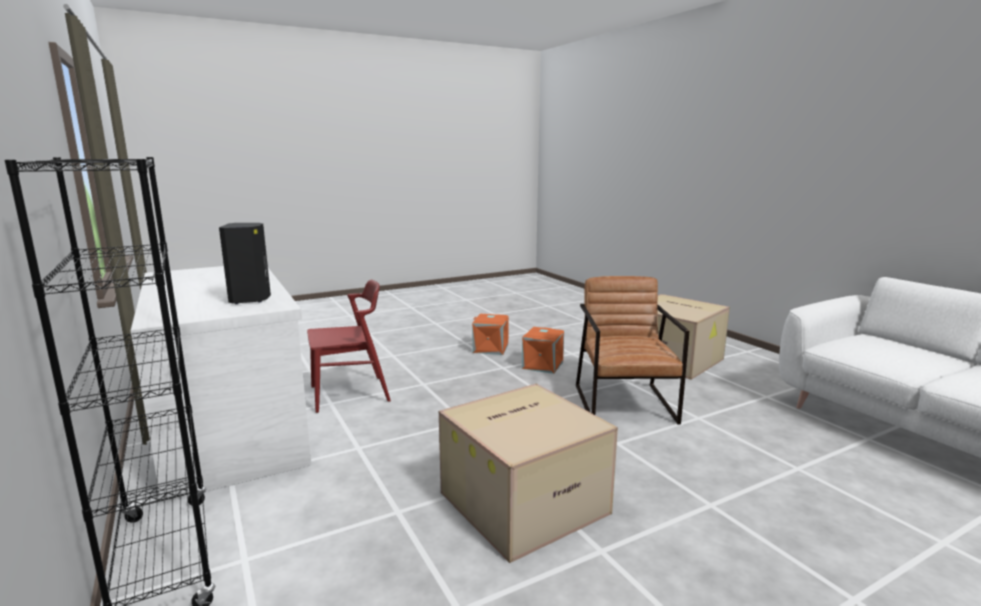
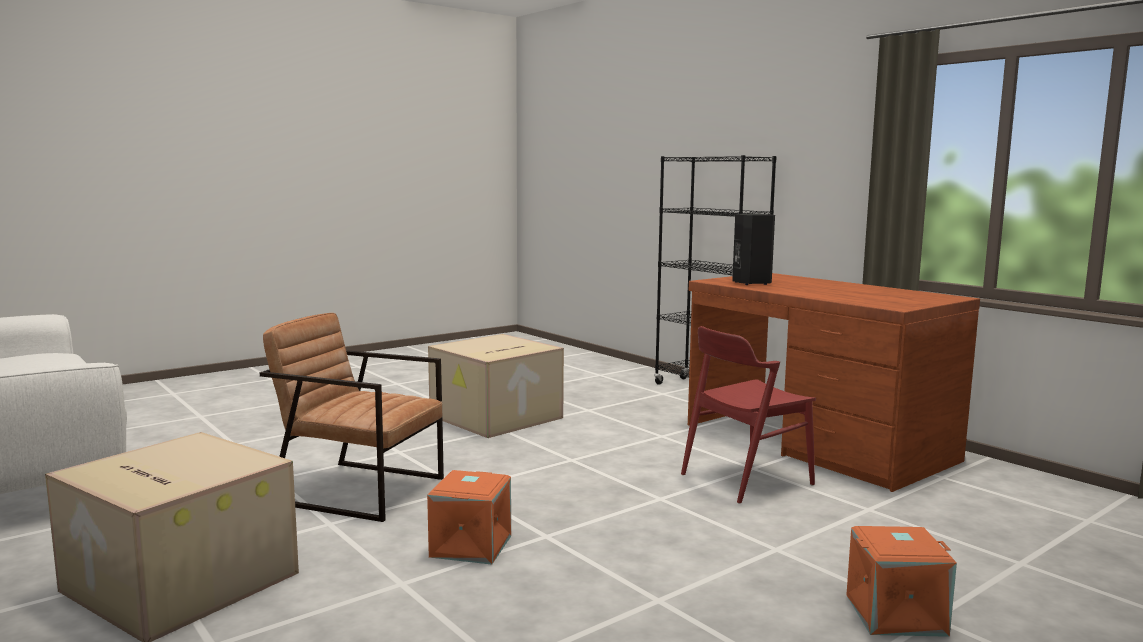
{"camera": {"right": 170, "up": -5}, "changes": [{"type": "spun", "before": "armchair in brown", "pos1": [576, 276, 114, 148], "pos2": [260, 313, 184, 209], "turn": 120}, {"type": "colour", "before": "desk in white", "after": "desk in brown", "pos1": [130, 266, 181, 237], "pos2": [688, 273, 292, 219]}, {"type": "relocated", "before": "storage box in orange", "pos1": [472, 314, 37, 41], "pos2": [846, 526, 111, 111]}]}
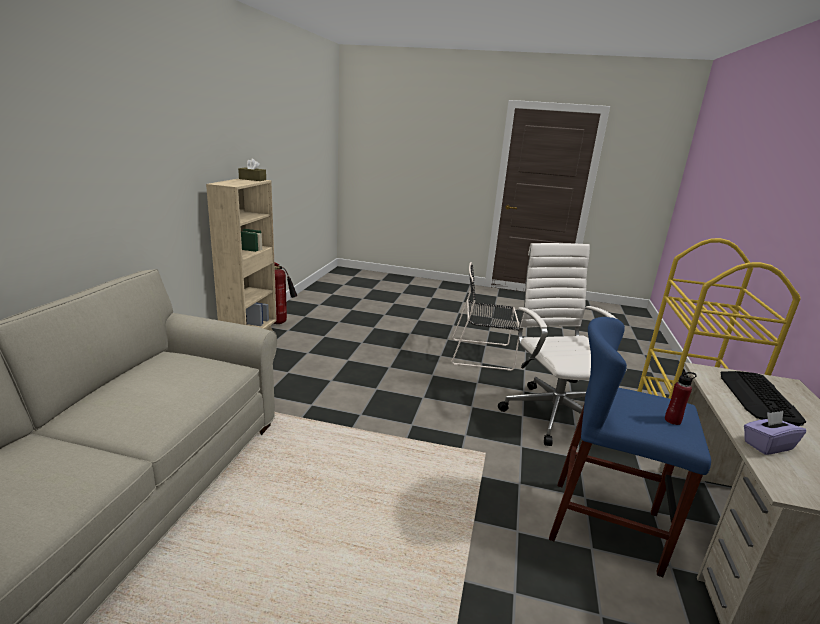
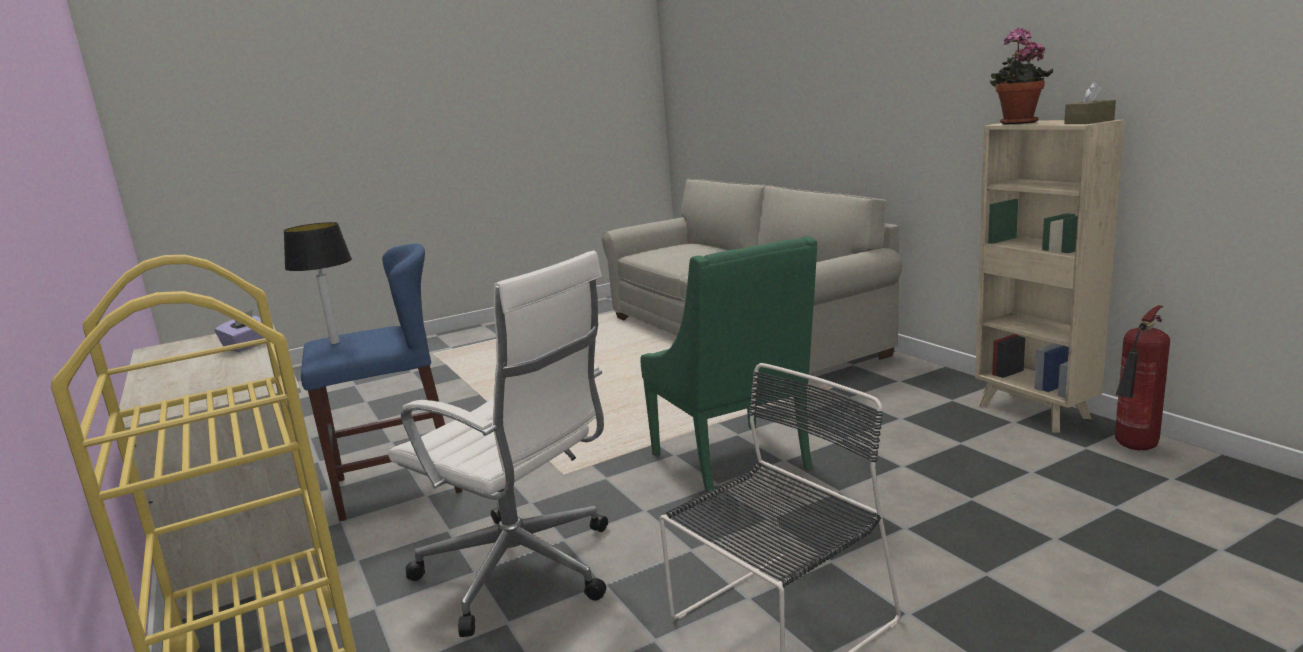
{"camera": {"right": 140, "up": -5}, "changes": [{"type": "exchanged", "before": "bottle in red", "after": "table lamp", "pos1": [665, 369, 32, 56], "pos2": [283, 222, 69, 122]}, {"type": "appeared", "after": "armchair in green", "pos2": [641, 236, 176, 264]}, {"type": "appeared", "after": "potted plant", "pos2": [990, 27, 63, 98]}, {"type": "missing", "before": "keyboard", "pos1": [721, 371, 85, 55]}]}
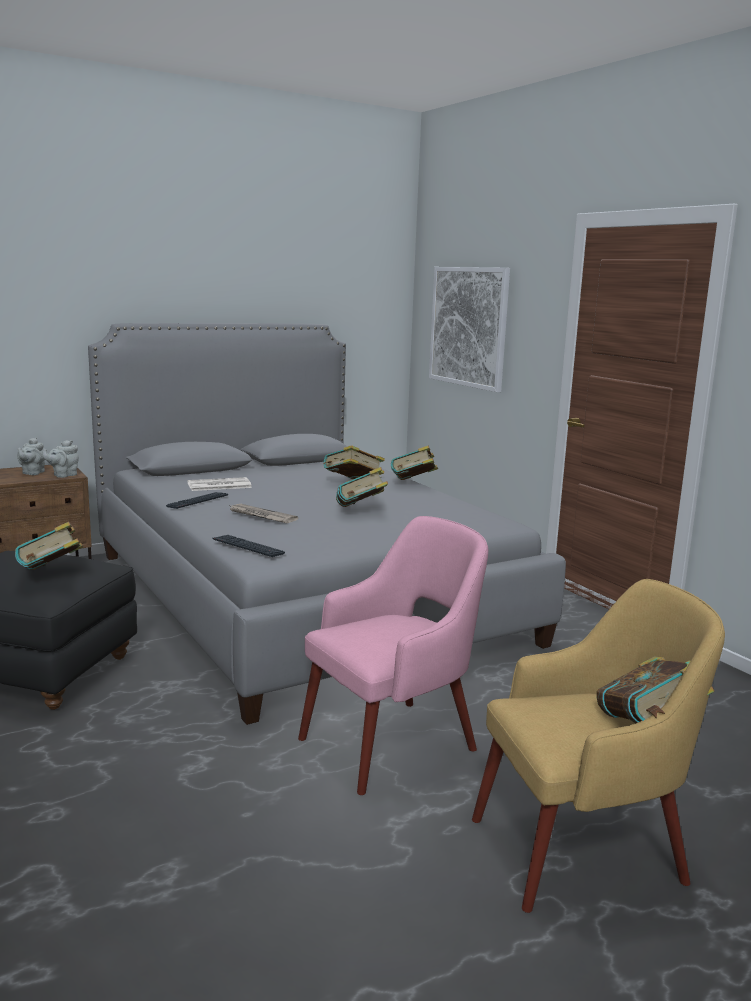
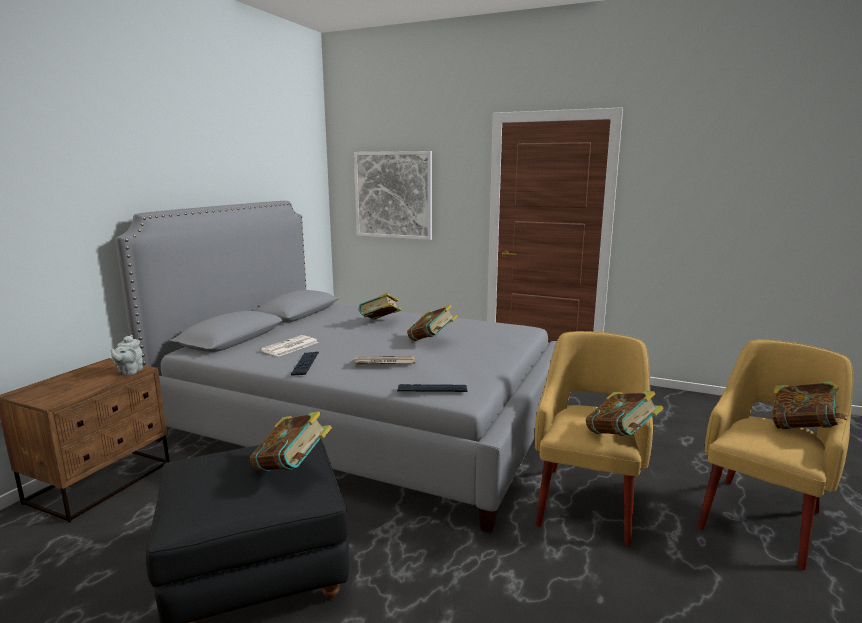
{"camera": {"right": -35, "up": 0}, "changes": [{"type": "colour", "before": "armchair in pink", "after": "armchair in yellow", "pos1": [298, 516, 190, 279], "pos2": [535, 331, 118, 215]}, {"type": "relocated", "before": "book", "pos1": [391, 446, 47, 34], "pos2": [586, 391, 78, 45]}, {"type": "missing", "before": "teapot in grey", "pos1": [17, 437, 28, 38]}]}
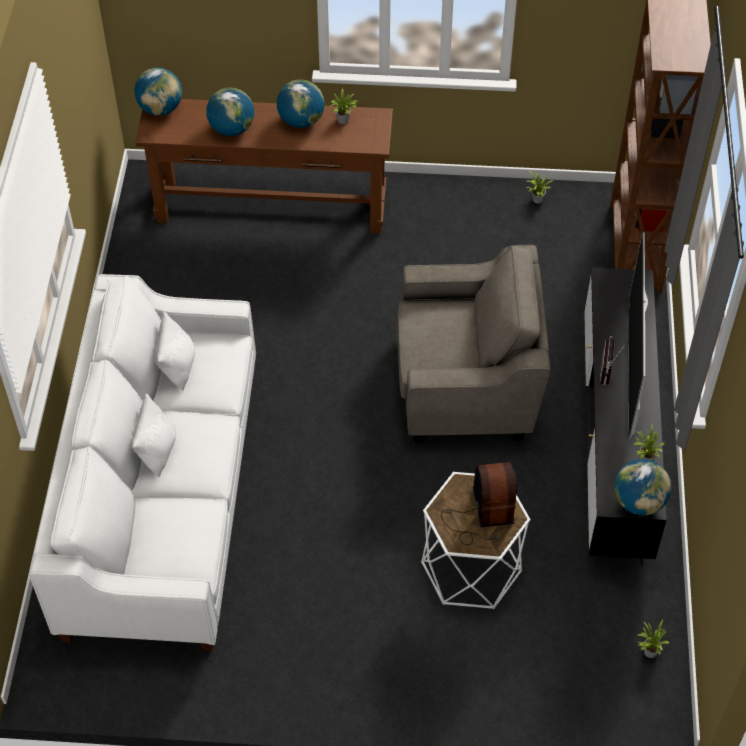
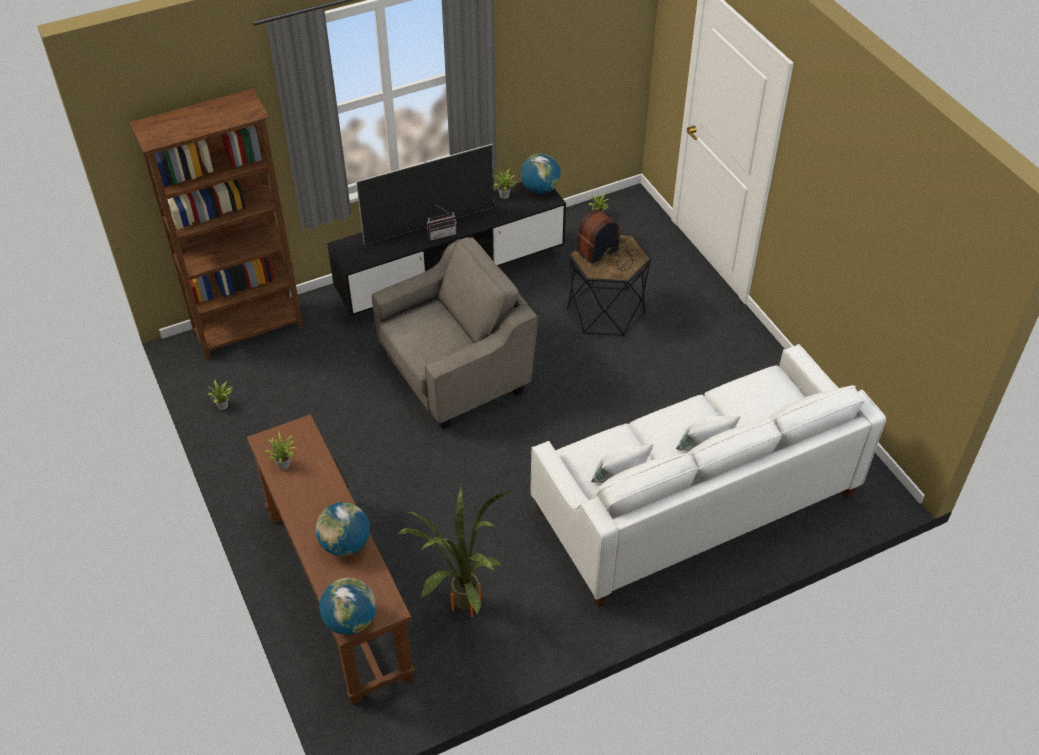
{"camera": {"right": -120, "up": -5}, "changes": [{"type": "spun", "before": "armchair in grey", "pos1": [397, 245, 153, 197], "pos2": [372, 237, 166, 193], "turn": 90}, {"type": "appeared", "after": "potted plant", "pos2": [398, 486, 114, 132]}, {"type": "colour", "before": "side table in white", "after": "side table in black", "pos1": [421, 472, 110, 137], "pos2": [567, 234, 85, 103]}, {"type": "missing", "before": "globe", "pos1": [277, 80, 47, 48]}]}
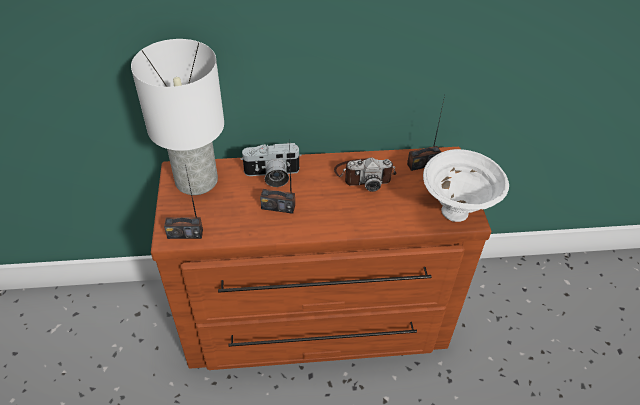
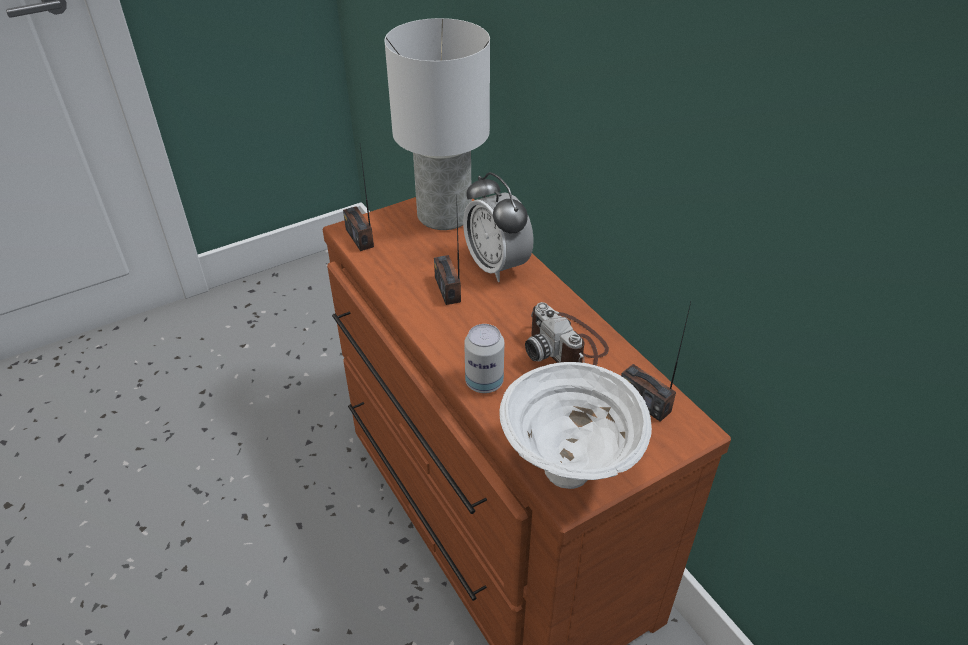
{"camera": {"right": 65, "up": -5}, "changes": [{"type": "exchanged", "before": "photo camera", "after": "alarm clock", "pos1": [241, 143, 60, 44], "pos2": [463, 172, 71, 110]}, {"type": "appeared", "after": "can", "pos2": [464, 324, 40, 69]}]}
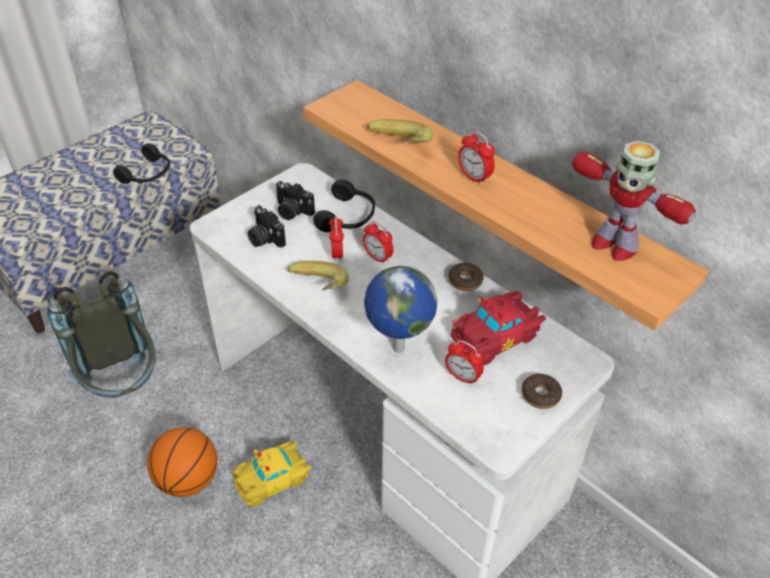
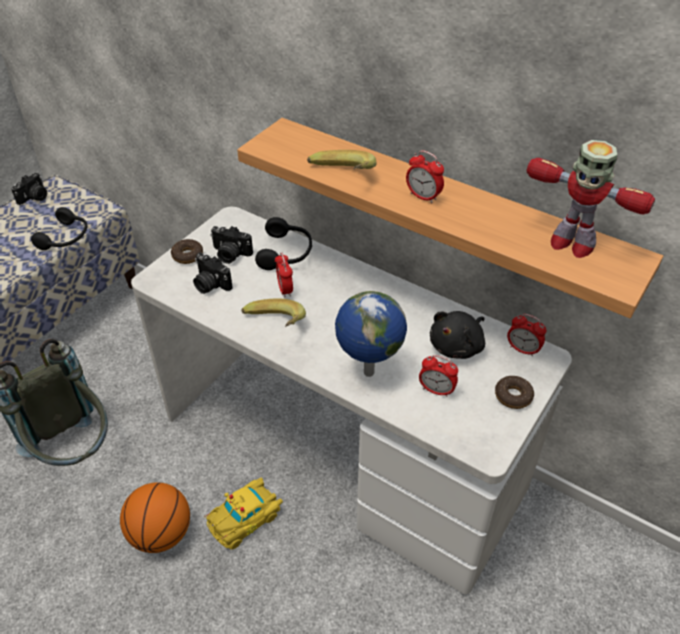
{"camera": {"right": -10, "up": 0}, "changes": [{"type": "appeared", "after": "photo camera", "pos2": [11, 173, 36, 32]}, {"type": "relocated", "before": "donut", "pos1": [449, 263, 35, 28], "pos2": [171, 239, 32, 25]}, {"type": "exchanged", "before": "toy car in red", "after": "plush toy in black", "pos1": [451, 291, 95, 74], "pos2": [430, 311, 55, 48]}, {"type": "relocated", "before": "alarm clock", "pos1": [363, 221, 30, 44], "pos2": [507, 314, 39, 43]}]}
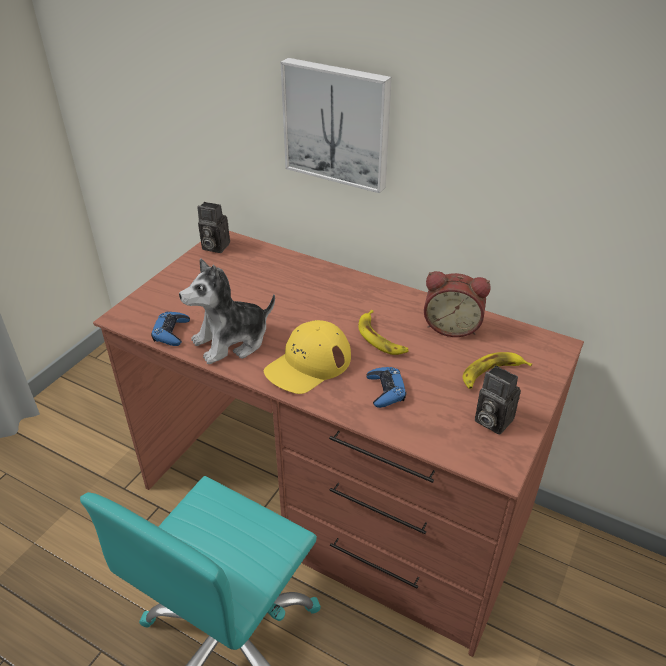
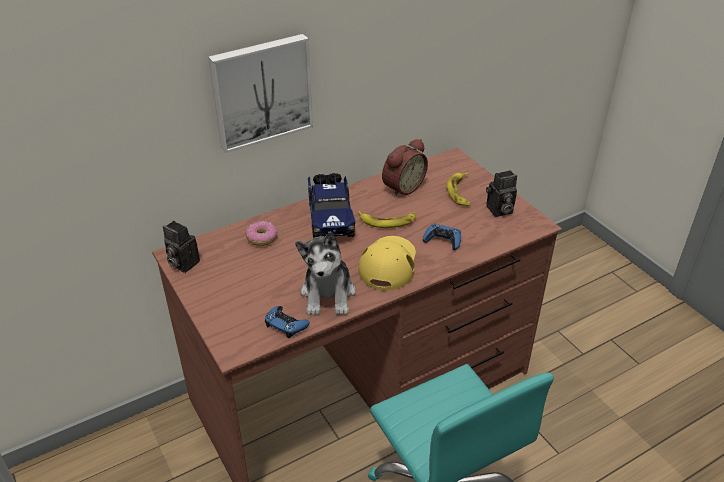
{"camera": {"right": -60, "up": 0}, "changes": [{"type": "spun", "before": "photo camera", "pos1": [197, 202, 33, 51], "pos2": [163, 221, 37, 52], "turn": 75}, {"type": "appeared", "after": "donut", "pos2": [245, 221, 33, 25]}, {"type": "appeared", "after": "toy truck", "pos2": [308, 173, 47, 65]}, {"type": "spun", "before": "cap in yellow", "pos1": [264, 320, 87, 74], "pos2": [359, 236, 57, 54], "turn": -150}]}
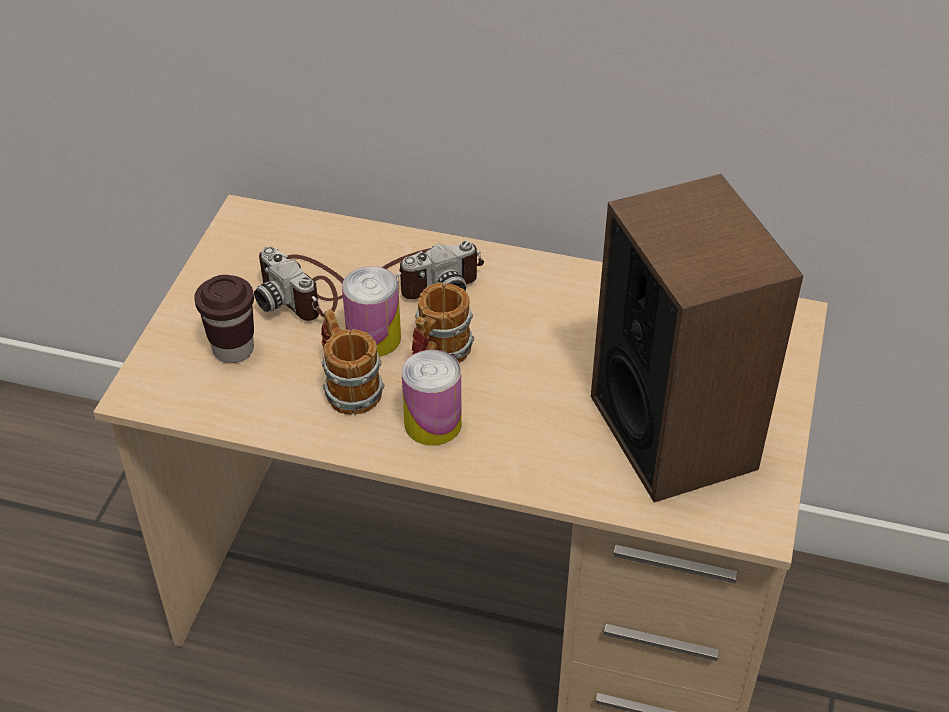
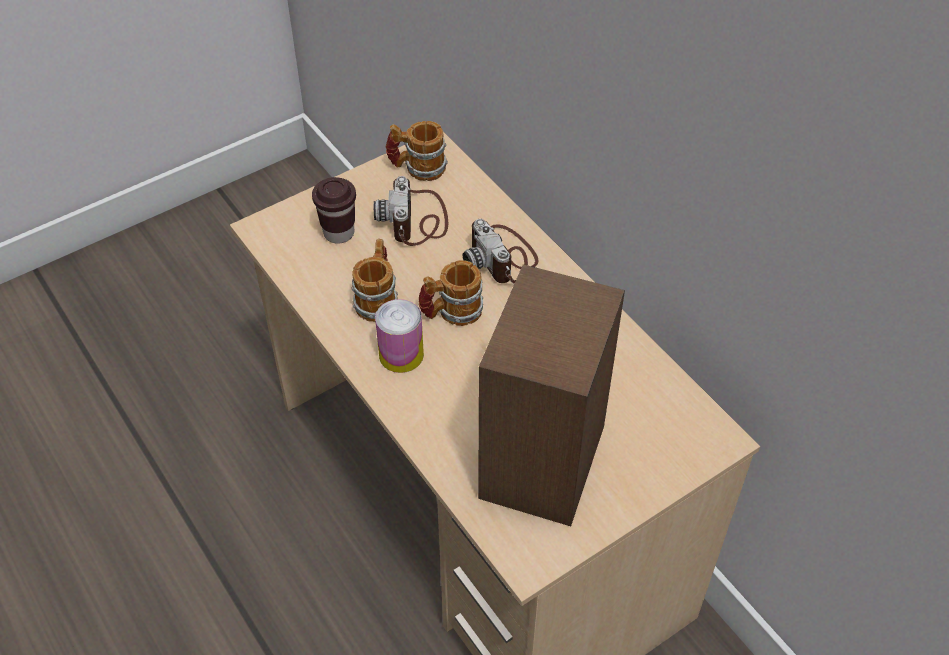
{"camera": {"right": 40, "up": 5}, "changes": [{"type": "appeared", "after": "mug", "pos2": [386, 121, 62, 60]}, {"type": "spun", "before": "photo camera", "pos1": [382, 241, 102, 58], "pos2": [463, 219, 76, 64], "turn": 45}, {"type": "missing", "before": "can", "pos1": [342, 266, 59, 91]}]}
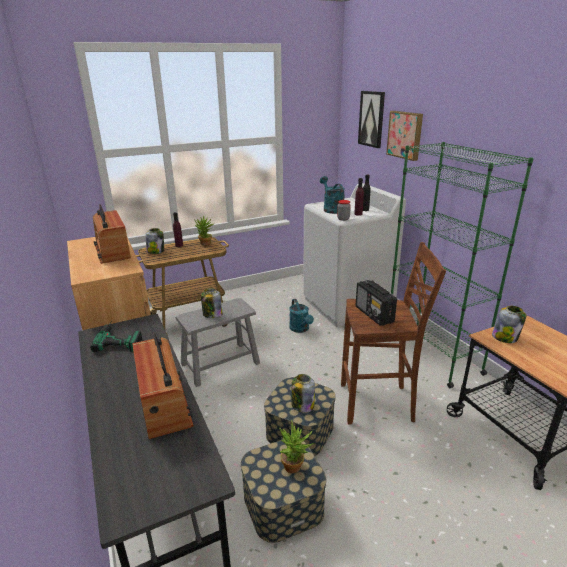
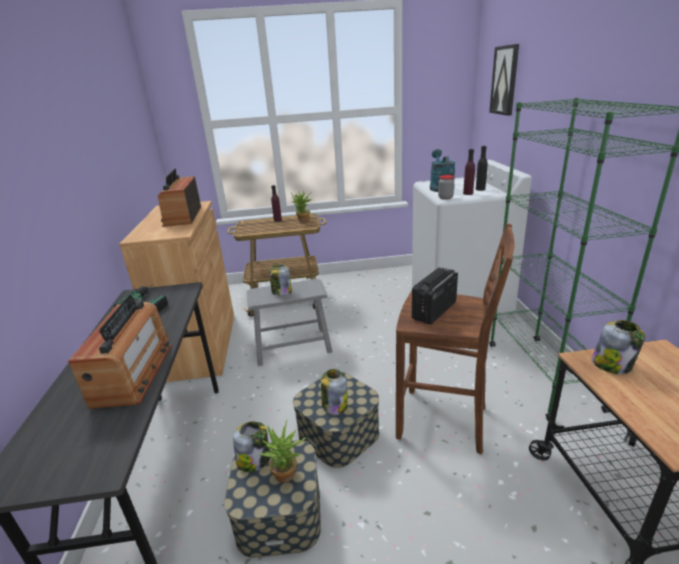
{"camera": {"right": 20, "up": 0}, "changes": [{"type": "relocated", "before": "jar", "pos1": [146, 228, 18, 26], "pos2": [233, 421, 36, 51]}, {"type": "spun", "before": "radio", "pos1": [356, 280, 41, 46], "pos2": [412, 267, 46, 58], "turn": 45}, {"type": "missing", "before": "watering can in turquoise", "pos1": [289, 299, 25, 34]}, {"type": "missing", "before": "picture", "pos1": [386, 111, 37, 50]}]}
